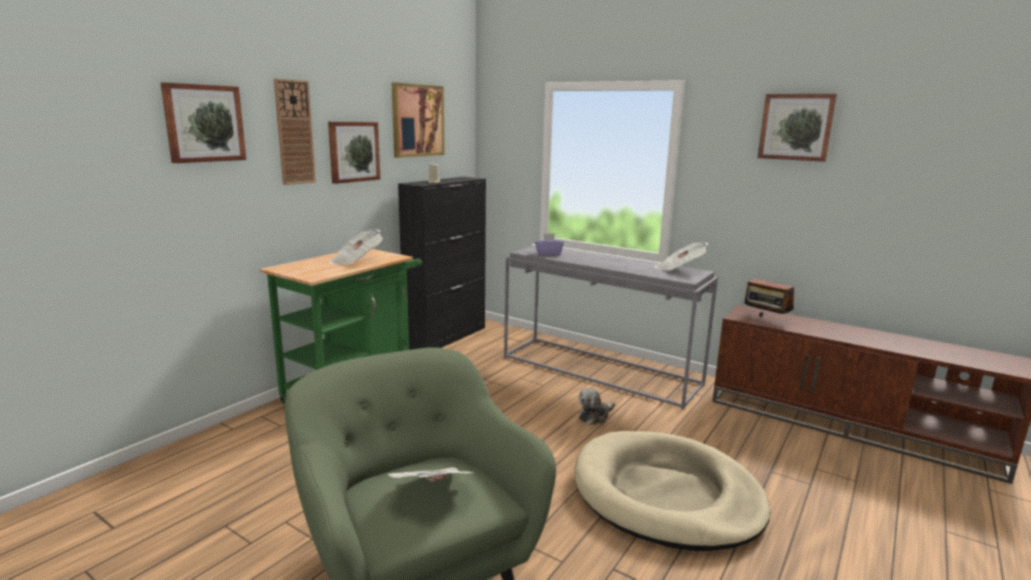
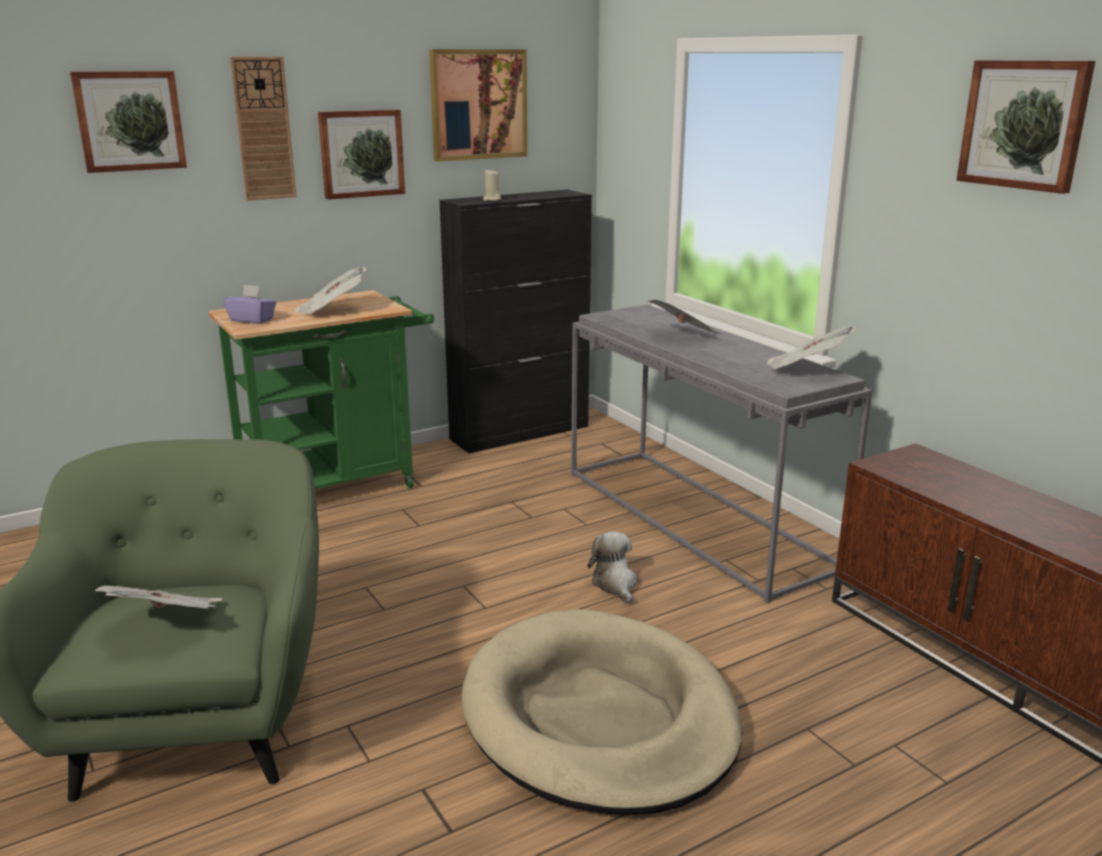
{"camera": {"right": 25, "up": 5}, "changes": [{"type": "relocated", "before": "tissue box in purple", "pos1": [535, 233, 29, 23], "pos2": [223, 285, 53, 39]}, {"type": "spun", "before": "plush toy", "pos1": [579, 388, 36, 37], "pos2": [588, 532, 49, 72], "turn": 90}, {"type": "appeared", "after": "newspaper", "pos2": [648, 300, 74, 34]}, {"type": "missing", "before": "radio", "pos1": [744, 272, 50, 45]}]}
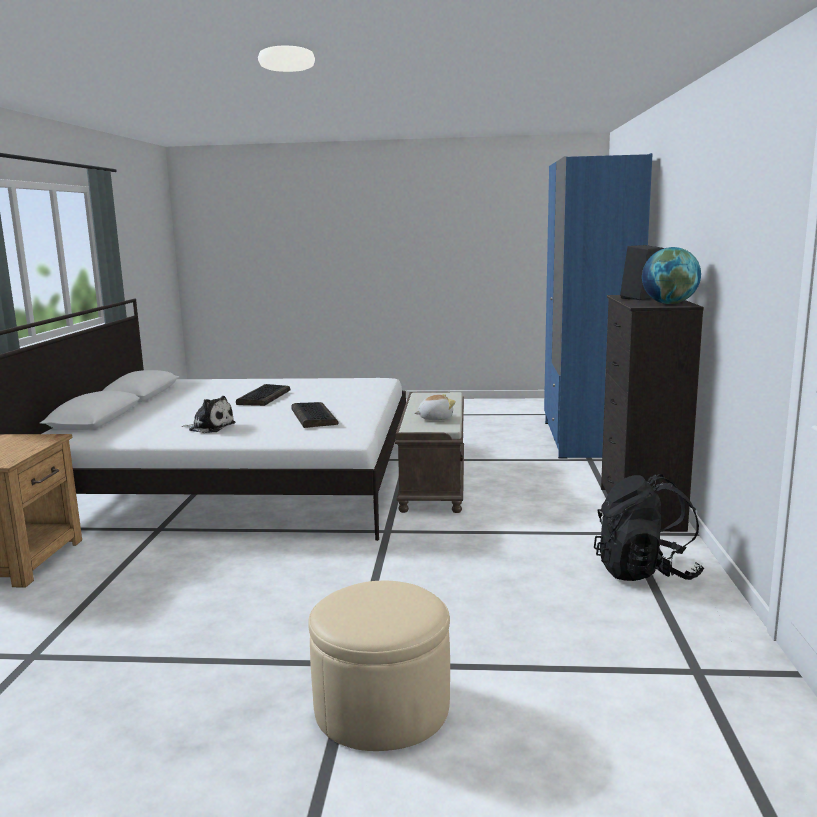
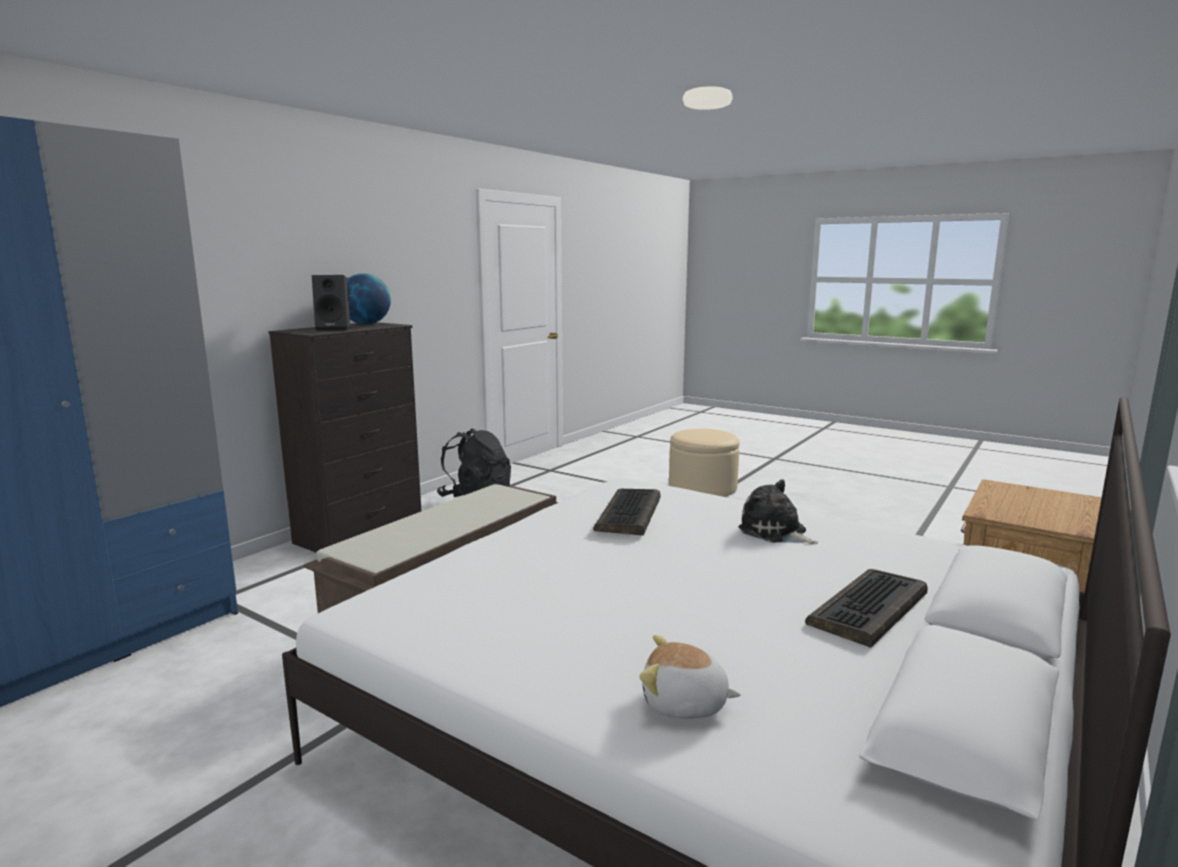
{"camera": {"right": -150, "up": 0}, "changes": [{"type": "relocated", "before": "plush toy", "pos1": [415, 394, 41, 26], "pos2": [639, 635, 102, 84]}, {"type": "relocated", "before": "keyboard", "pos1": [236, 384, 55, 22], "pos2": [805, 569, 123, 79]}]}
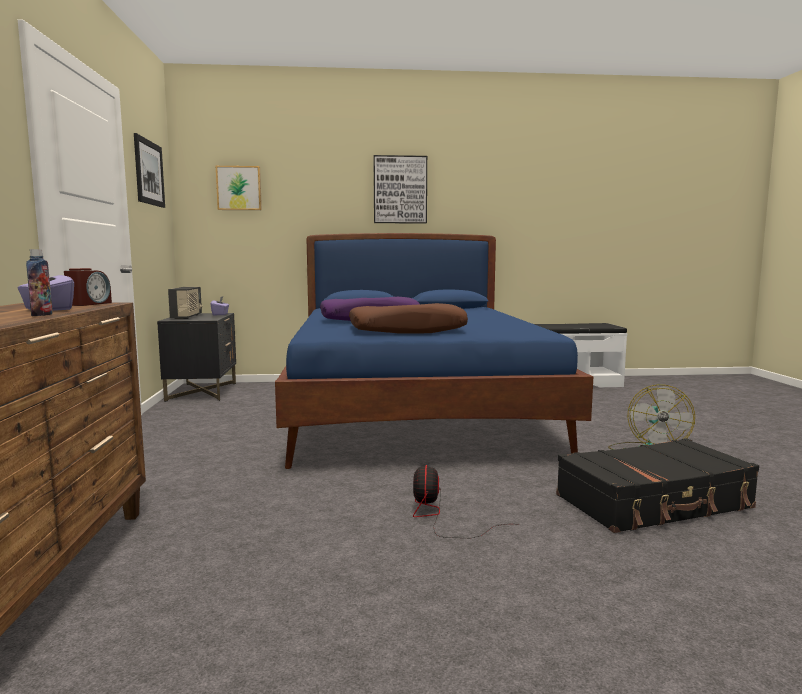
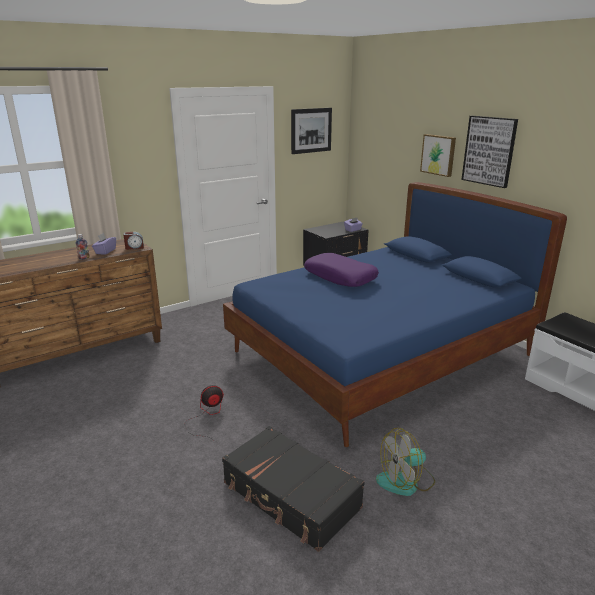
{"camera": {"right": 60, "up": 15}, "changes": [{"type": "relocated", "before": "picture", "pos1": [216, 166, 46, 44], "pos2": [420, 134, 36, 43]}, {"type": "missing", "before": "radio", "pos1": [168, 287, 35, 32]}, {"type": "missing", "before": "pillow in brown", "pos1": [349, 303, 119, 31]}]}
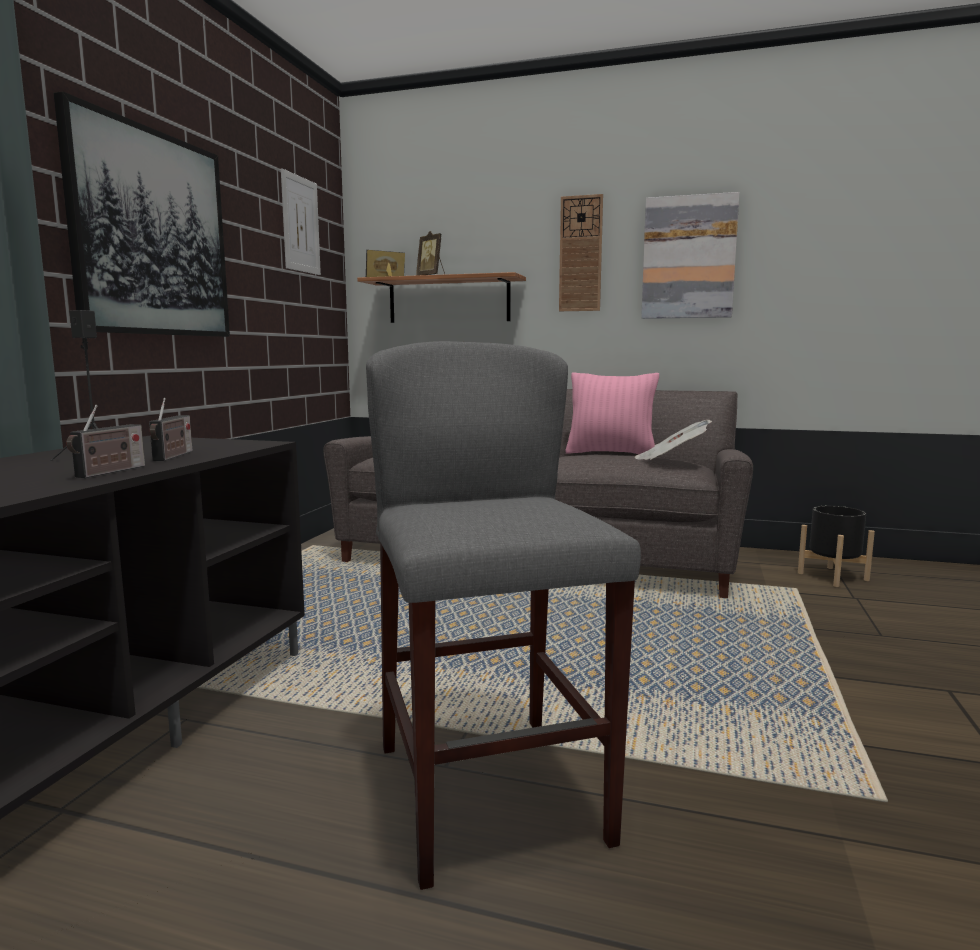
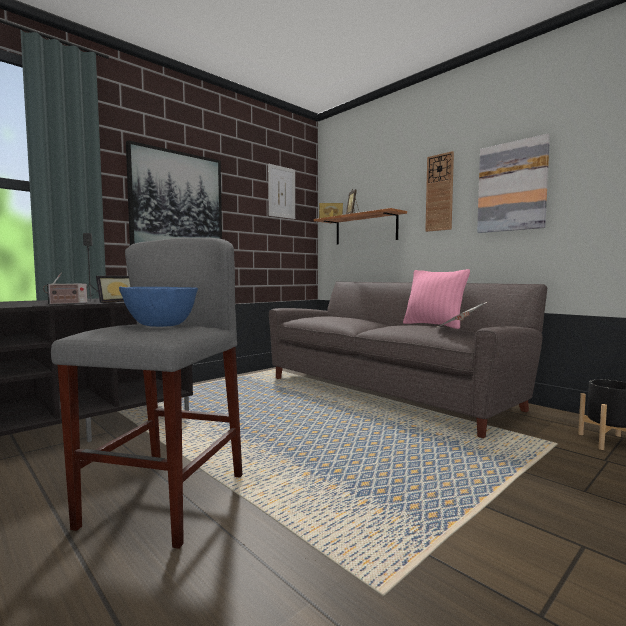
{"camera": {"right": 30, "up": -5}, "changes": [{"type": "exchanged", "before": "radio", "after": "picture frame", "pos1": [149, 398, 43, 63], "pos2": [96, 276, 34, 27]}, {"type": "appeared", "after": "bowl in blue", "pos2": [119, 287, 79, 40]}]}
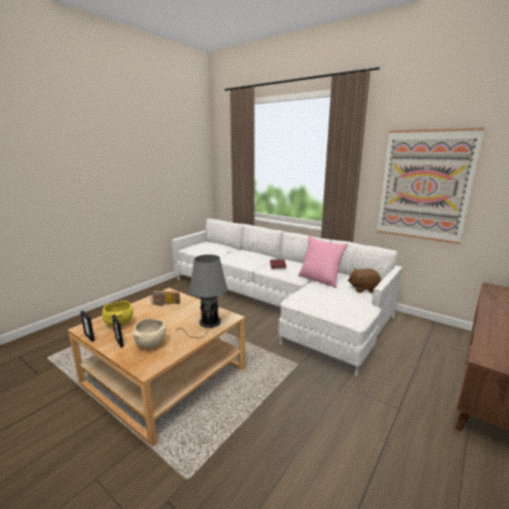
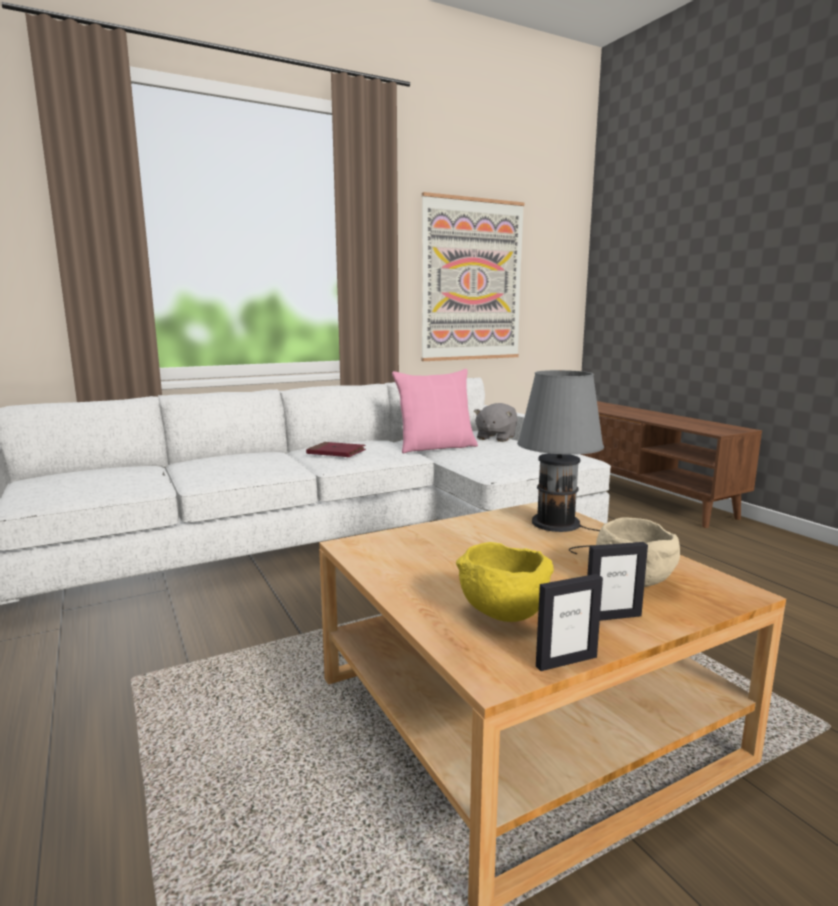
{"camera": {"right": -65, "up": -5}, "changes": [{"type": "colour", "before": "plush toy in brown", "after": "plush toy in grey", "pos1": [348, 268, 33, 25], "pos2": [474, 403, 44, 39]}, {"type": "missing", "before": "radio", "pos1": [151, 291, 29, 15]}]}
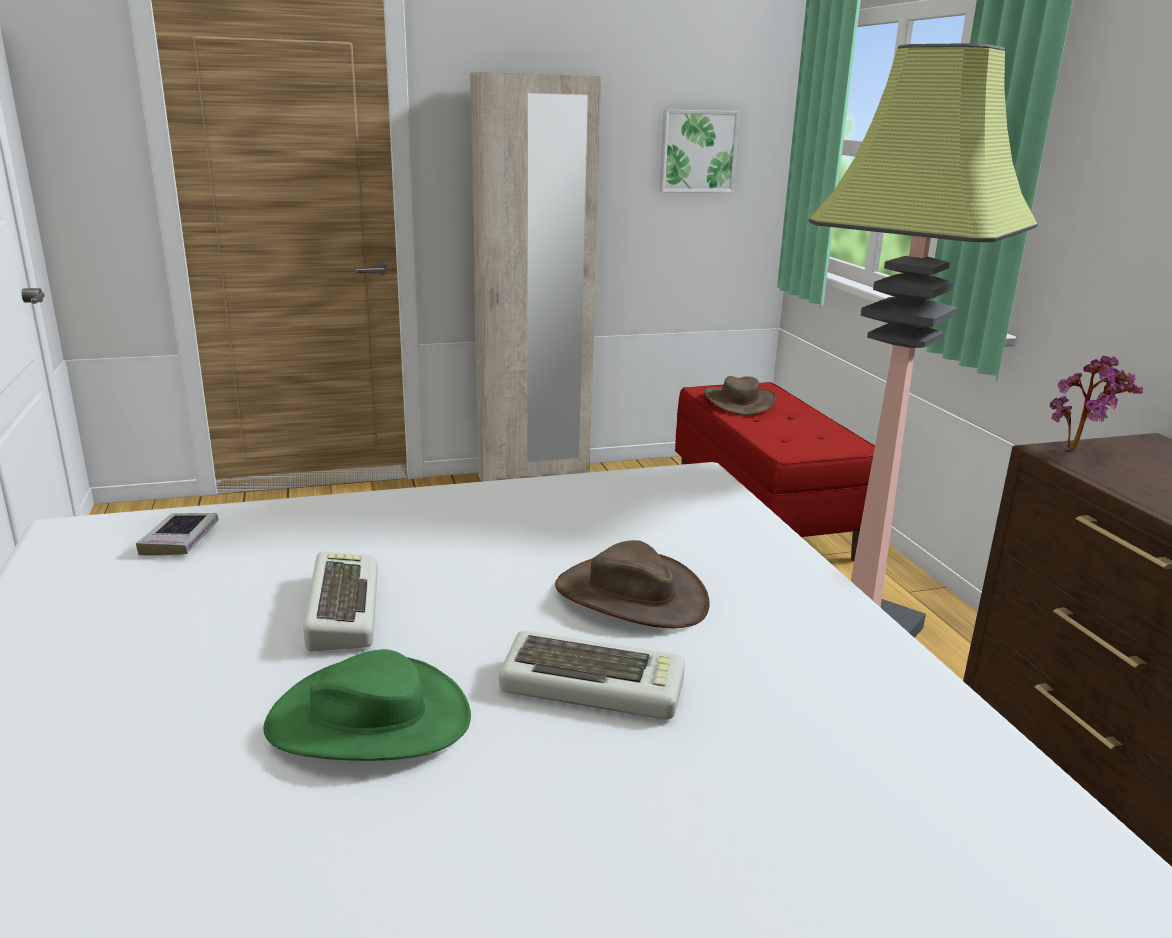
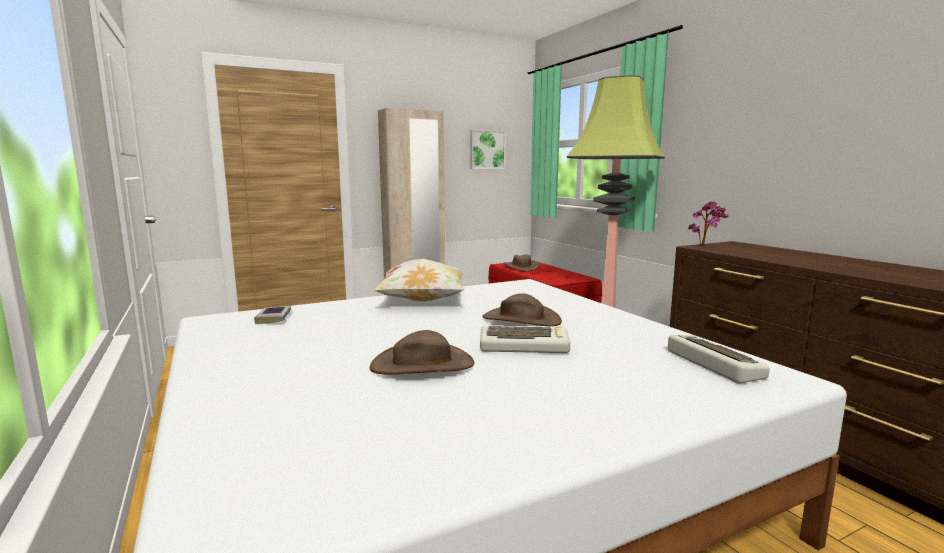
{"camera": {"right": -10, "up": -10}, "changes": [{"type": "colour", "before": "hat in green", "after": "hat in brown", "pos1": [263, 649, 208, 112], "pos2": [370, 330, 105, 45]}, {"type": "appeared", "after": "pillow", "pos2": [374, 259, 91, 43]}, {"type": "relocated", "before": "keyboard", "pos1": [303, 552, 75, 99], "pos2": [668, 335, 102, 48]}]}
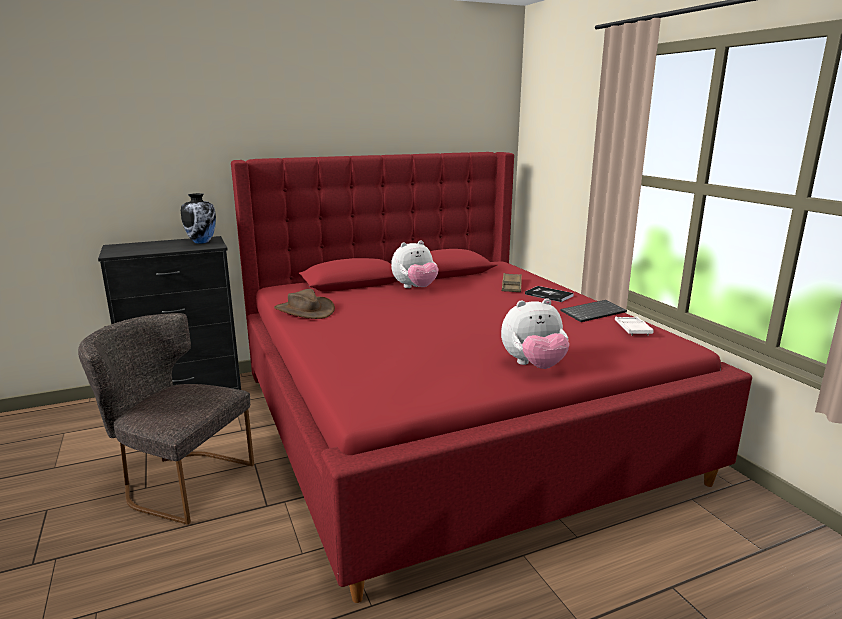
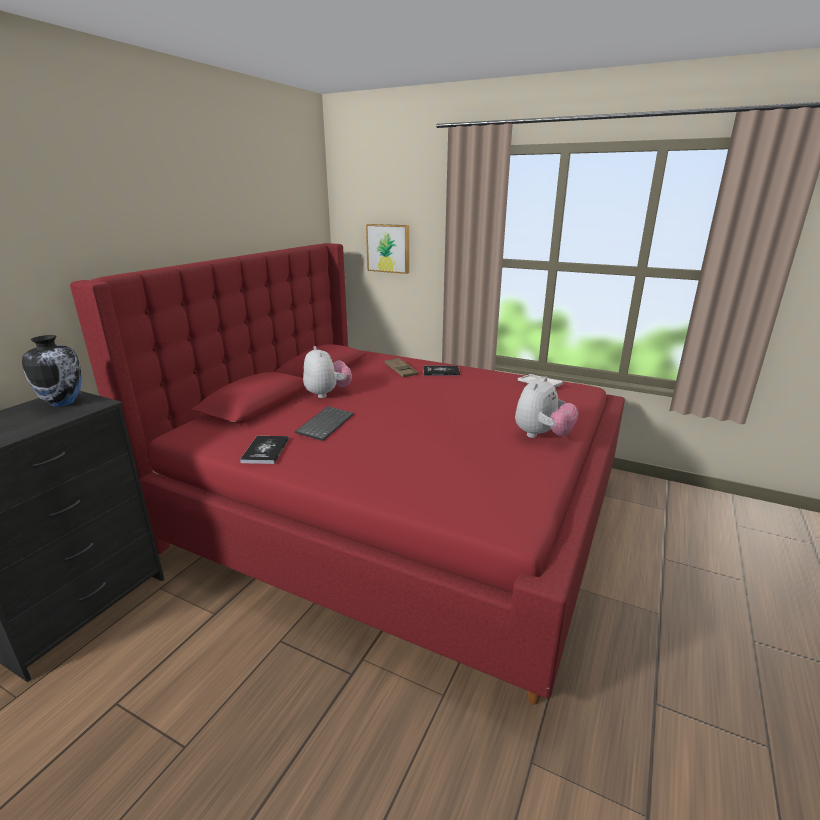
{"camera": {"right": -40, "up": 5}, "changes": [{"type": "exchanged", "before": "hat in brown", "after": "book", "pos1": [274, 289, 61, 30], "pos2": [240, 436, 49, 28]}, {"type": "relocated", "before": "keyboard", "pos1": [560, 300, 67, 22], "pos2": [295, 406, 59, 35]}, {"type": "spun", "before": "plush toy", "pos1": [391, 241, 47, 47], "pos2": [303, 346, 49, 52], "turn": -45}, {"type": "appeared", "after": "picture", "pos2": [366, 224, 43, 50]}, {"type": "missing", "before": "chair in grey", "pos1": [78, 313, 176, 212]}]}
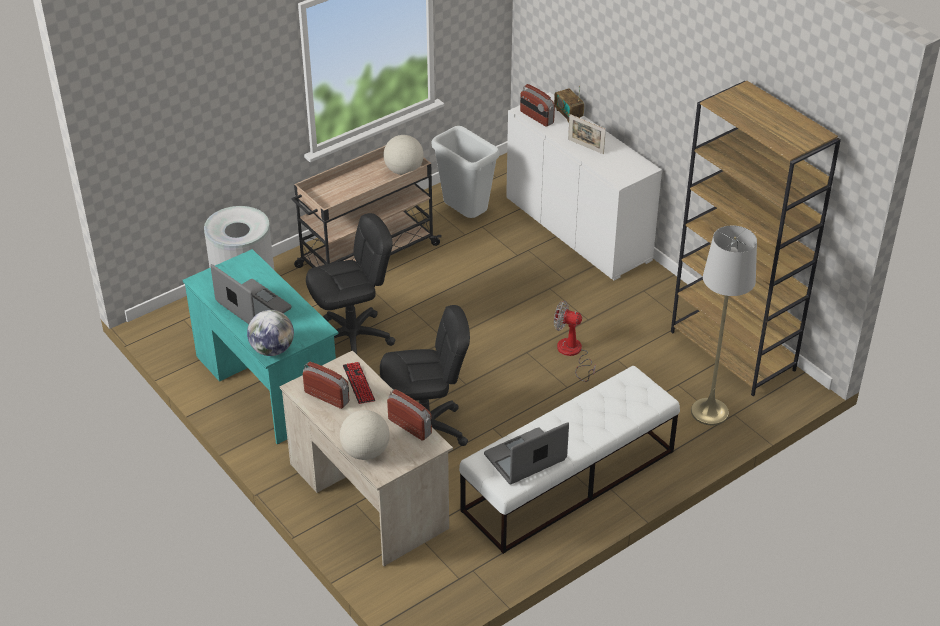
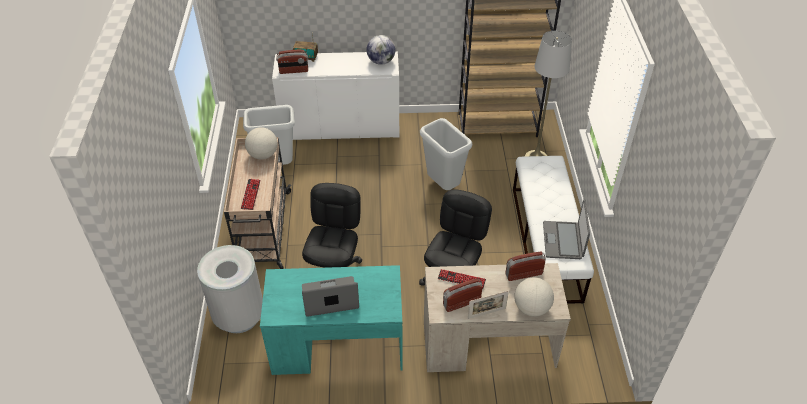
{"camera": {"right": -55, "up": 5}, "changes": [{"type": "appeared", "after": "keyboard", "pos2": [241, 179, 20, 31]}, {"type": "relocated", "before": "globe", "pos1": [247, 310, 47, 46], "pos2": [367, 35, 29, 30]}, {"type": "exchanged", "before": "fan", "after": "trash can in grey", "pos1": [554, 301, 42, 81], "pos2": [420, 118, 52, 72]}, {"type": "relocated", "before": "picture frame", "pos1": [568, 114, 38, 40], "pos2": [468, 290, 41, 29]}]}
